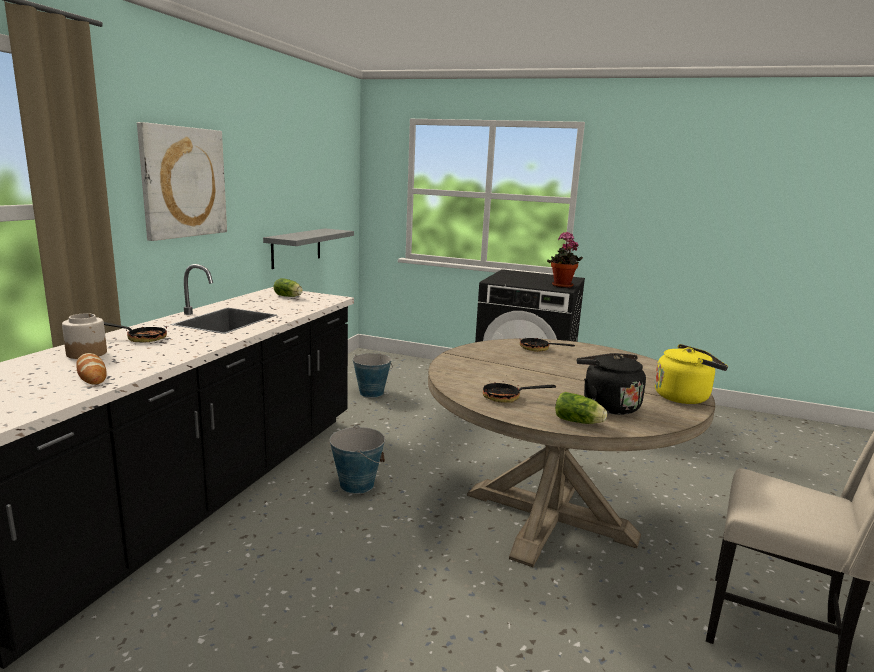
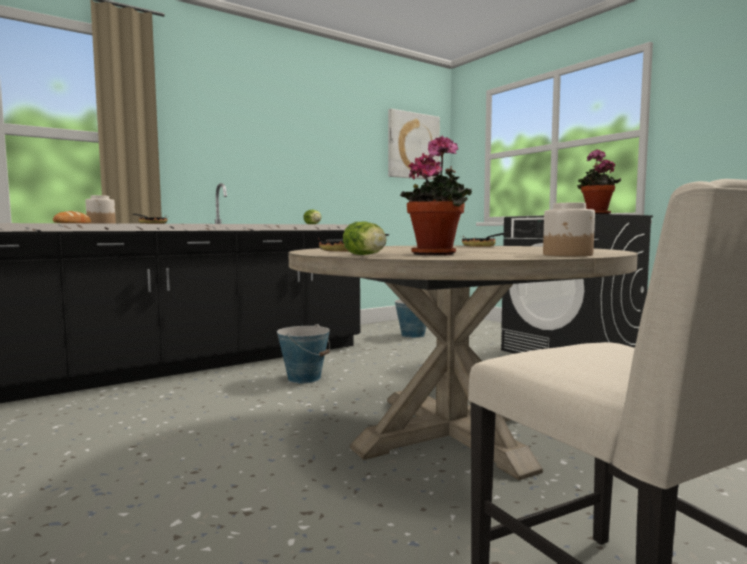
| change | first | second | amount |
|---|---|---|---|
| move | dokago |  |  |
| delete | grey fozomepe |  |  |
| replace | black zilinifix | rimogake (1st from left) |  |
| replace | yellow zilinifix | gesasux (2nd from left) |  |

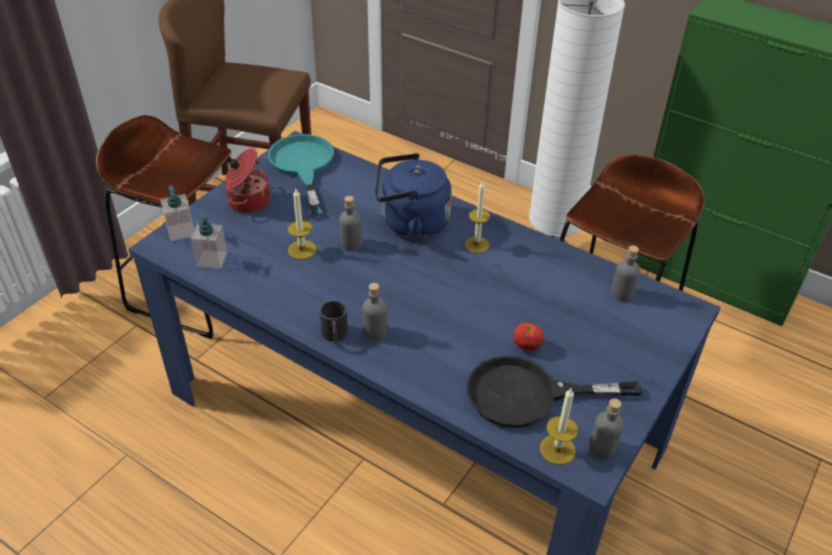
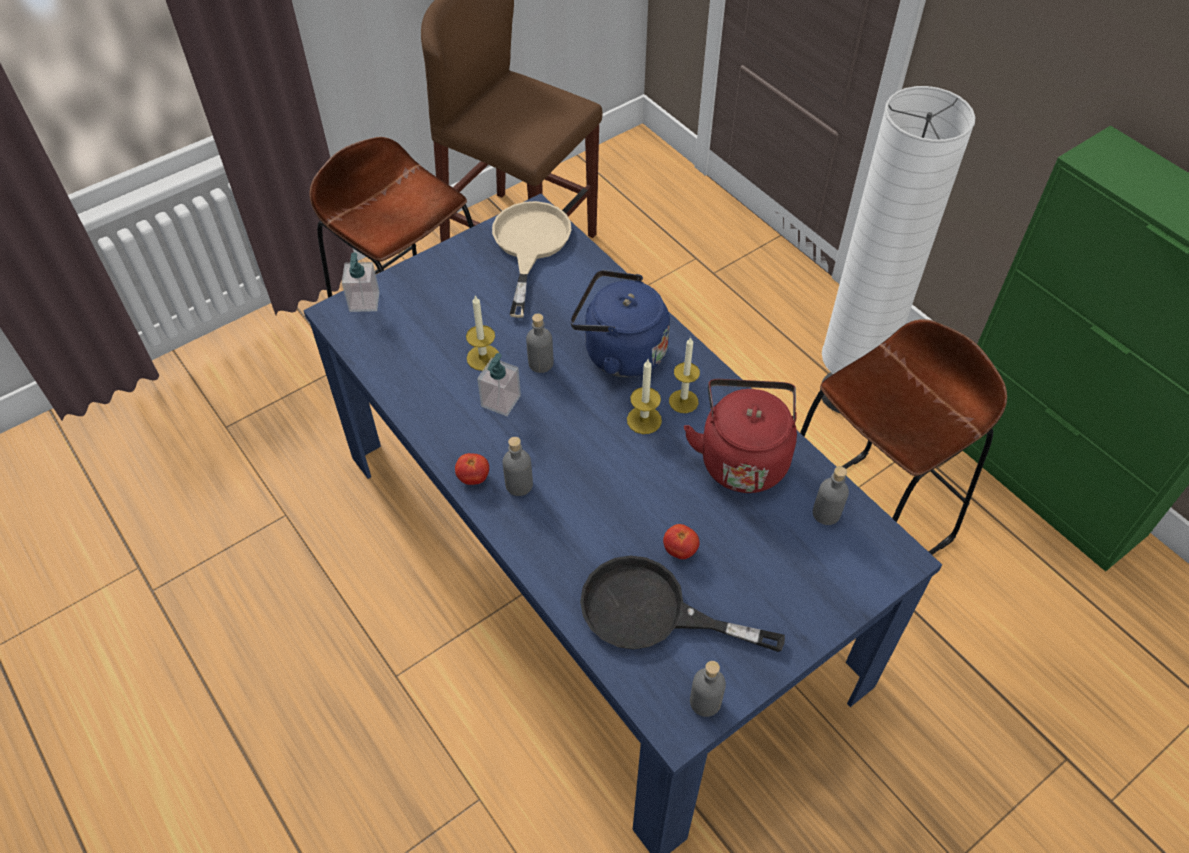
| change | first | second | amount |
|---|---|---|---|
| move | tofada (2nd from left) |  |  |
| delete | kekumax |  |  |
| recolor | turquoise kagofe | beige kagofe |  |
| replace | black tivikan | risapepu (1st from left) |  |
| move | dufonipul (3rd from left in the first image) | dufonipul (2nd from left) |  |
| insert |  | red zilinifix |  |

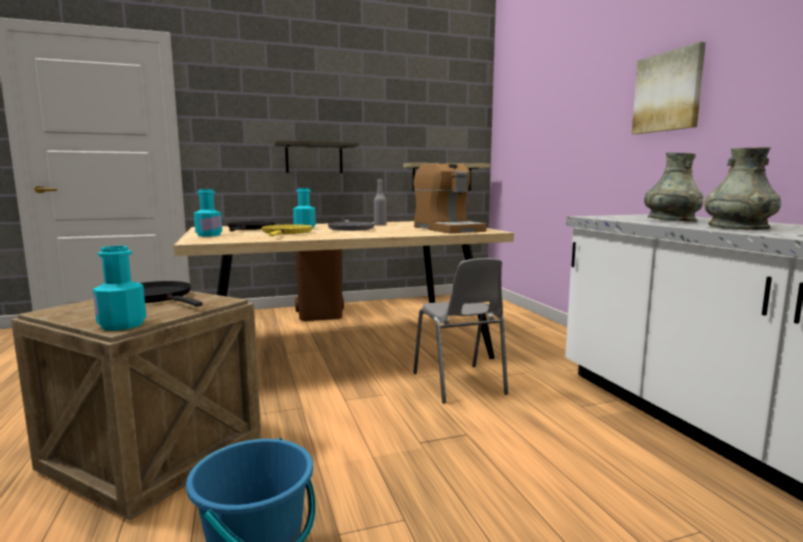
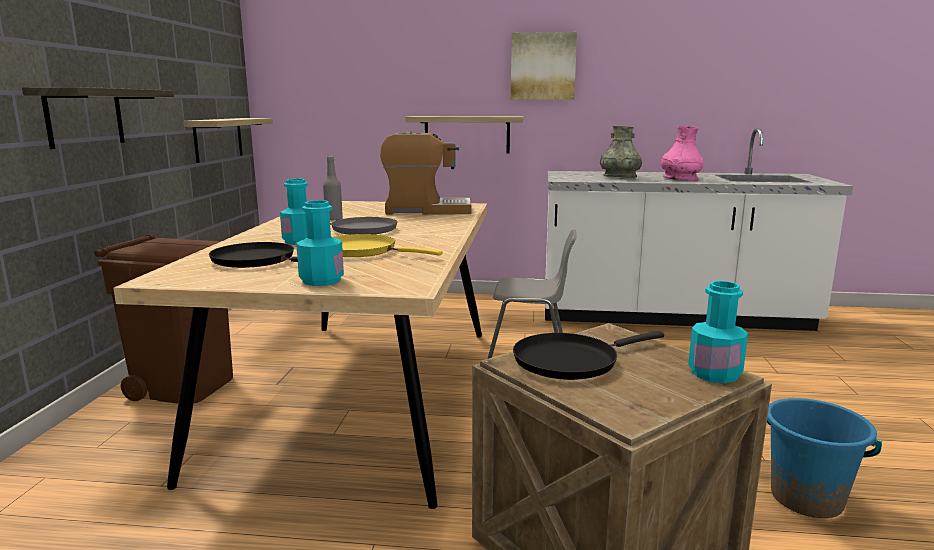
| change | first | second | amount |
|---|---|---|---|
| recolor | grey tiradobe (2nd from left) | pink tiradobe |  |
| insert |  | fozomepe (3rd from left) |  |

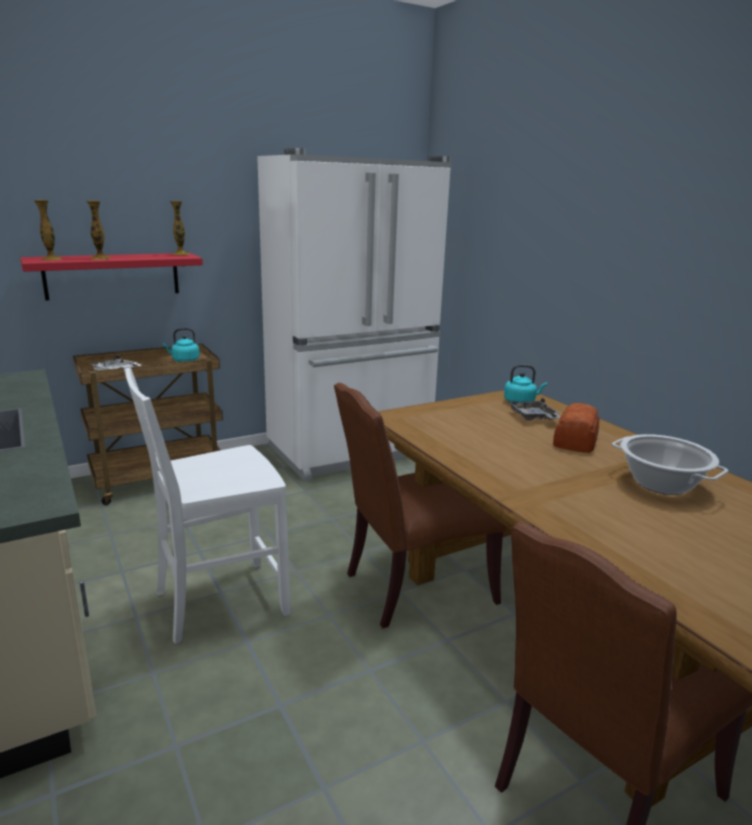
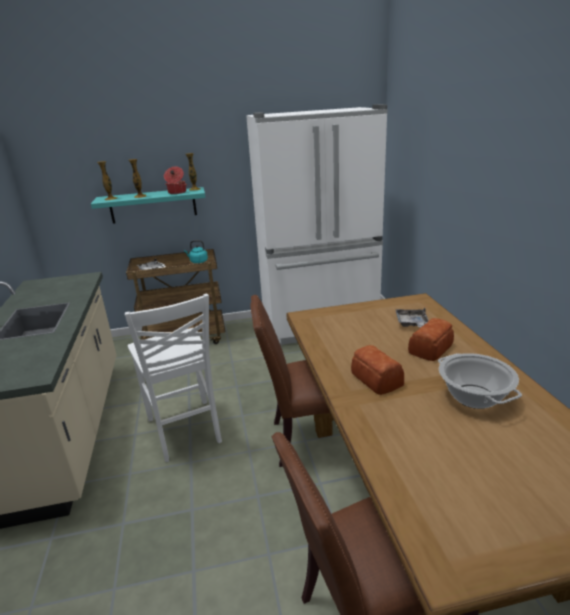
| change | first | second | amount |
|---|---|---|---|
| recolor | red fozomepe | turquoise fozomepe |  |
| rotate | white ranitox |  | 105 degrees counterclockwise |
| delete | turquoise zilinifix (2nd from left) |  |  |
| insert |  | kekumax (1st from left) |  |
| insert |  | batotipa (1st from left) |  |

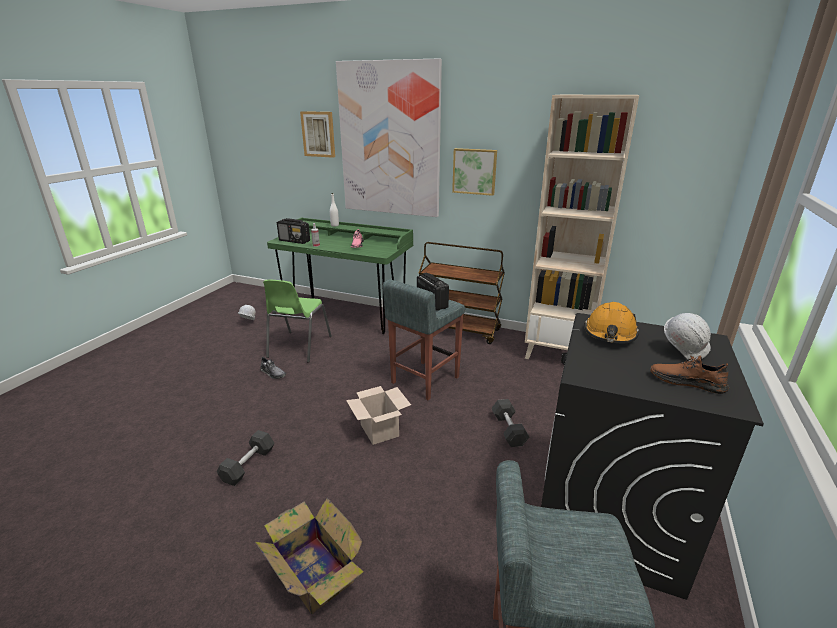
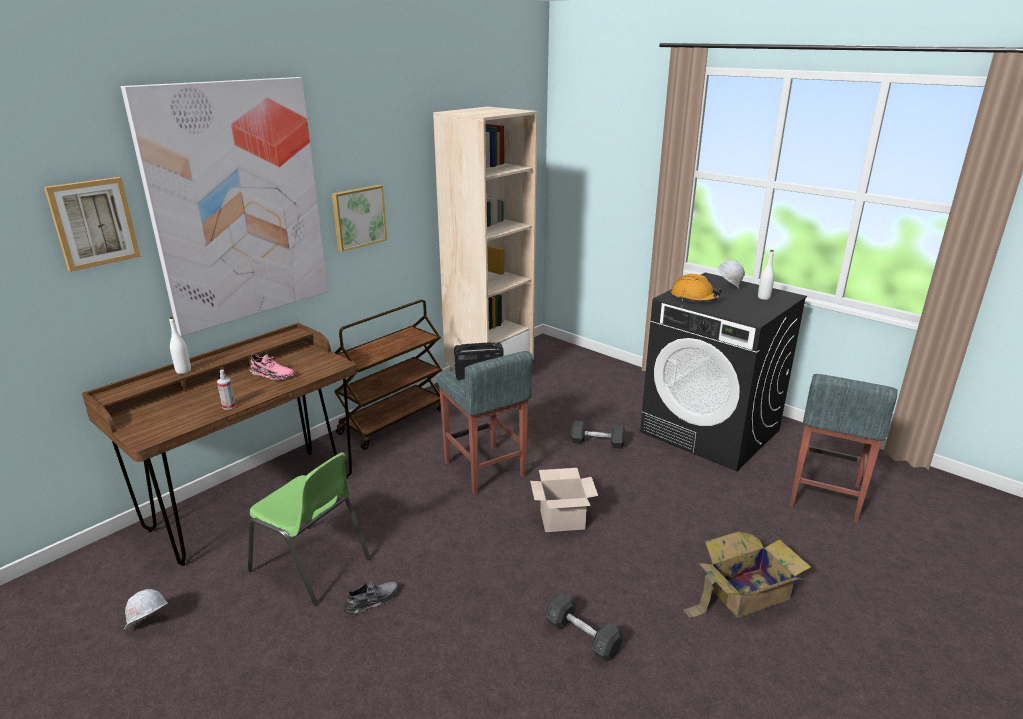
| change | first | second | amount |
|---|---|---|---|
| recolor | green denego | brown denego |  |
| delete | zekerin (1st from left) |  |  |
| replace | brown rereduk | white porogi (2nd from left) |  |

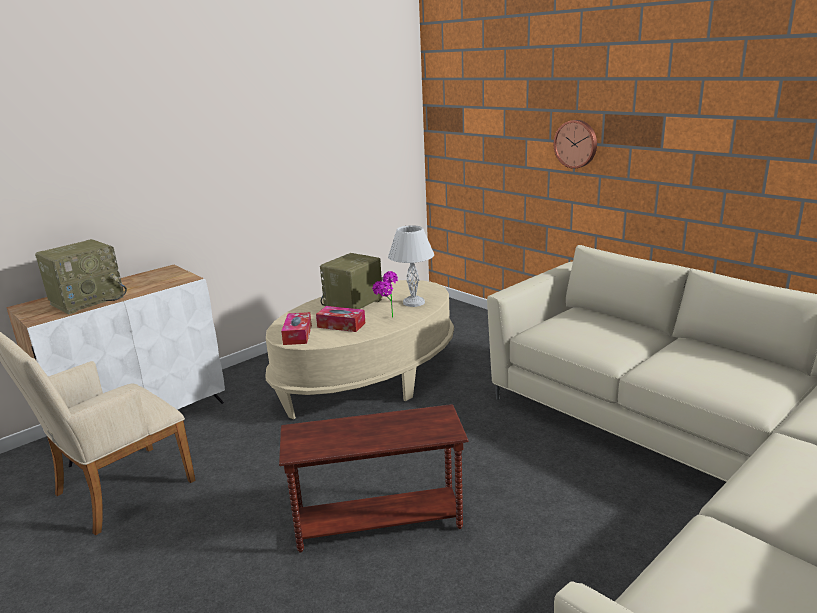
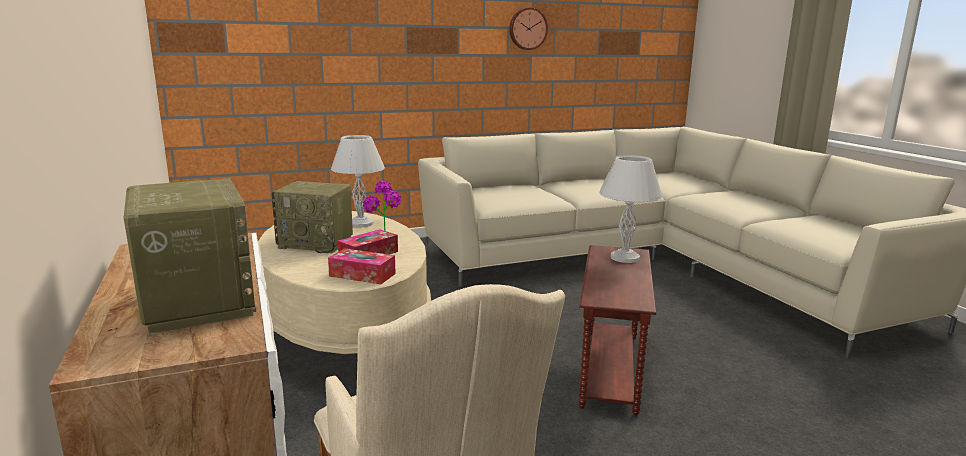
| change | first | second | amount |
|---|---|---|---|
| rotate | zekerin (2nd from left) |  | 45 degrees counterclockwise |
| move | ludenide |  |  |
| insert |  | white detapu (2nd from left) |  |

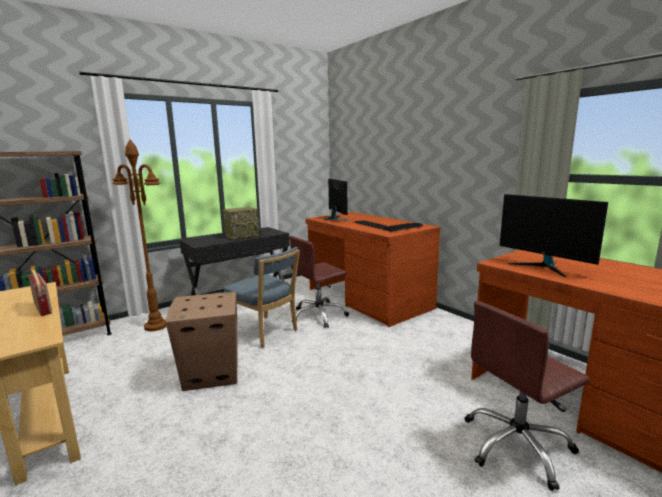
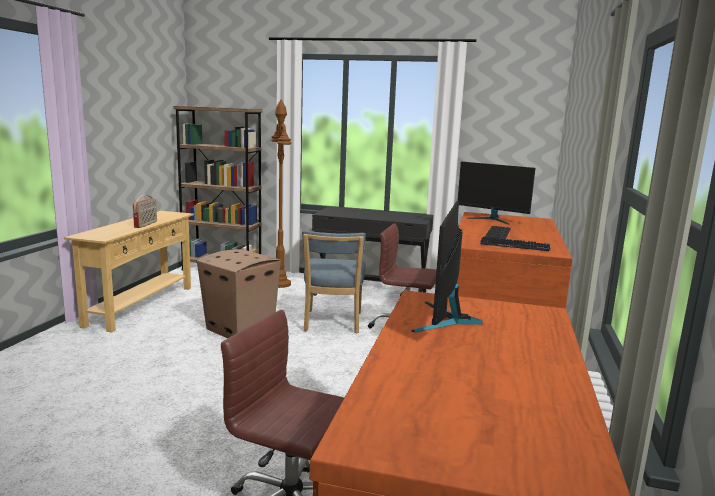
| change | first | second | amount |
|---|---|---|---|
| delete | zekerin (2nd from left) |  |  |
| rotate | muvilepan (1st from left in the first image) | muvilepan (2nd from left) | 90 degrees clockwise |

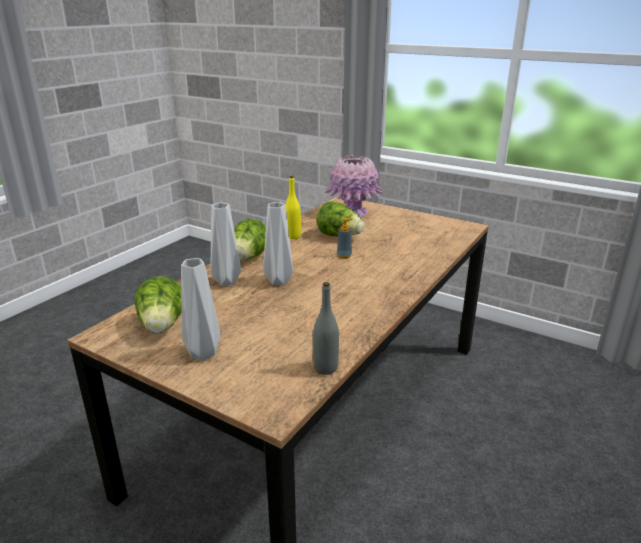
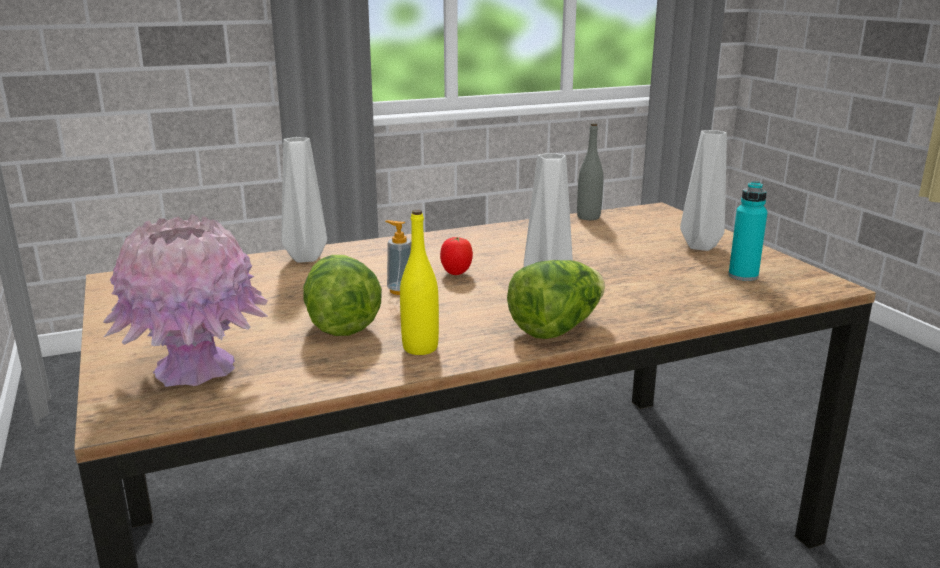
| change | first | second | amount |
|---|---|---|---|
| replace | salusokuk (1st from left) | turquoise porogi |  |
| move | grey tiradobe (2nd from left in the first image) | grey tiradobe (1st from left) |  |
| insert |  | risapepu |  |

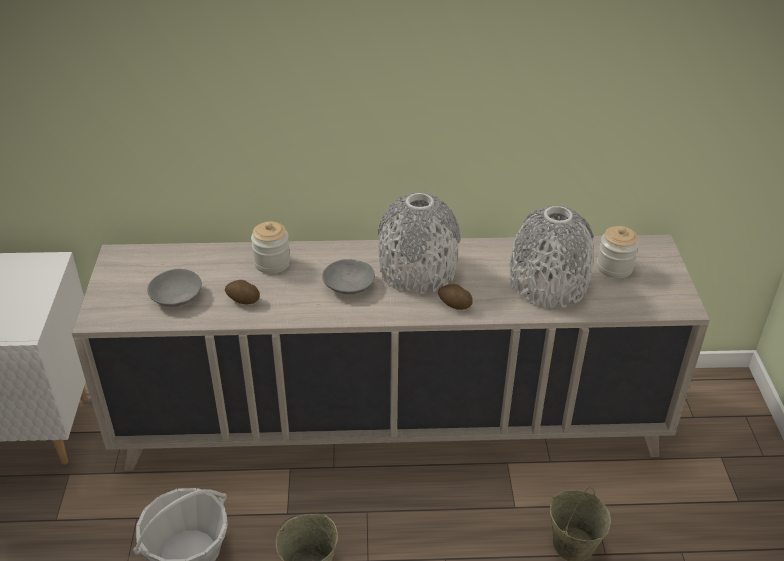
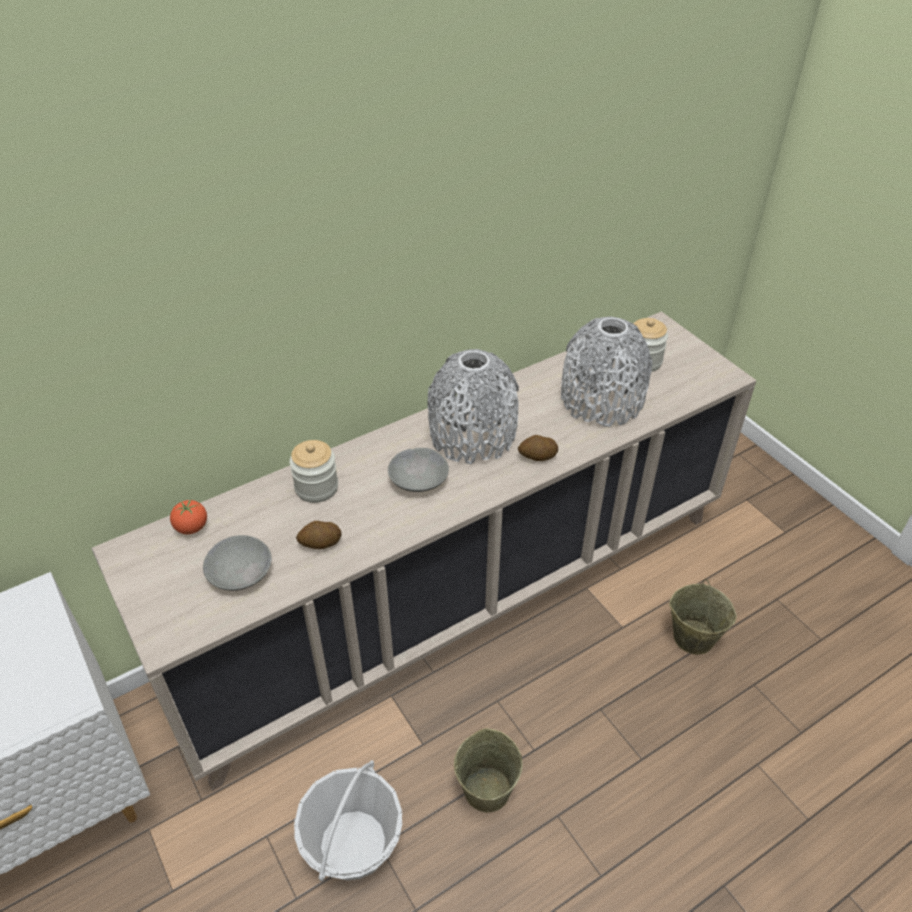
| change | first | second | amount |
|---|---|---|---|
| insert |  | risapepu |  |

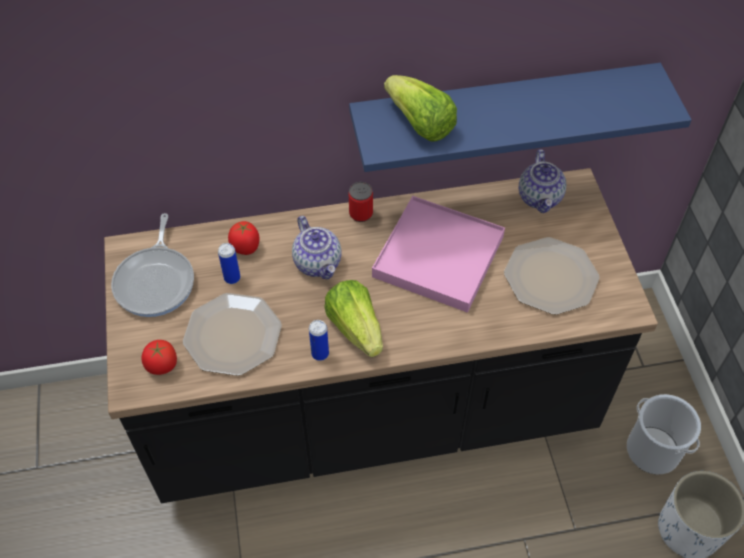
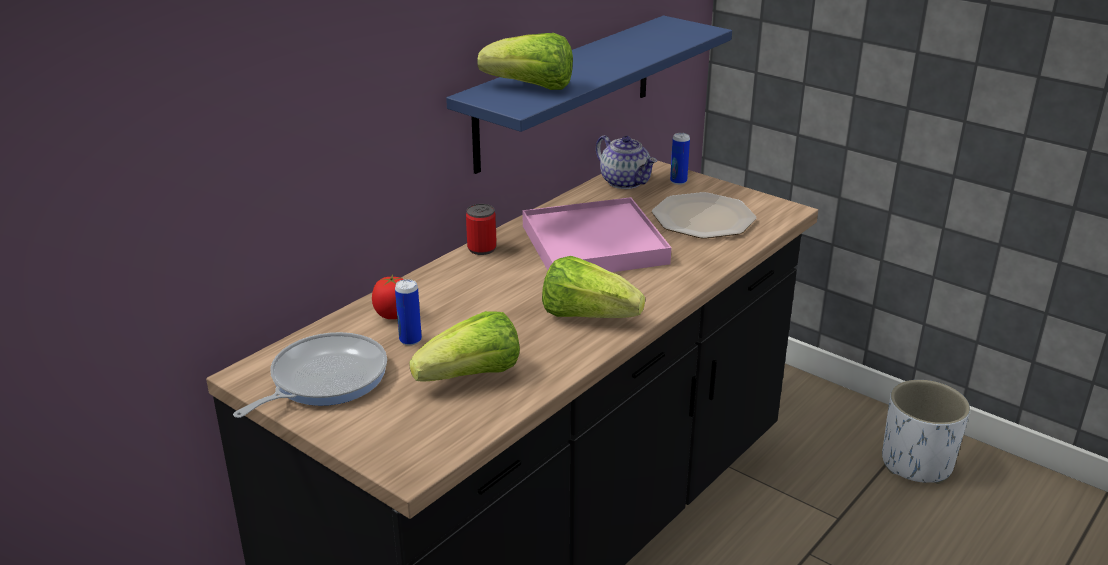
| change | first | second | amount |
|---|---|---|---|
| rotate | kagofe |  | 105 degrees counterclockwise |
| delete | risapepu (1st from left) |  |  |
| replace | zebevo (1st from left) | salusokuk (1st from left) |  |
| delete | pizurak (1st from left) |  |  |
| move | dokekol (2nd from left in the first image) | dokekol (3rd from left) |  |
| delete | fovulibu |  |  |

